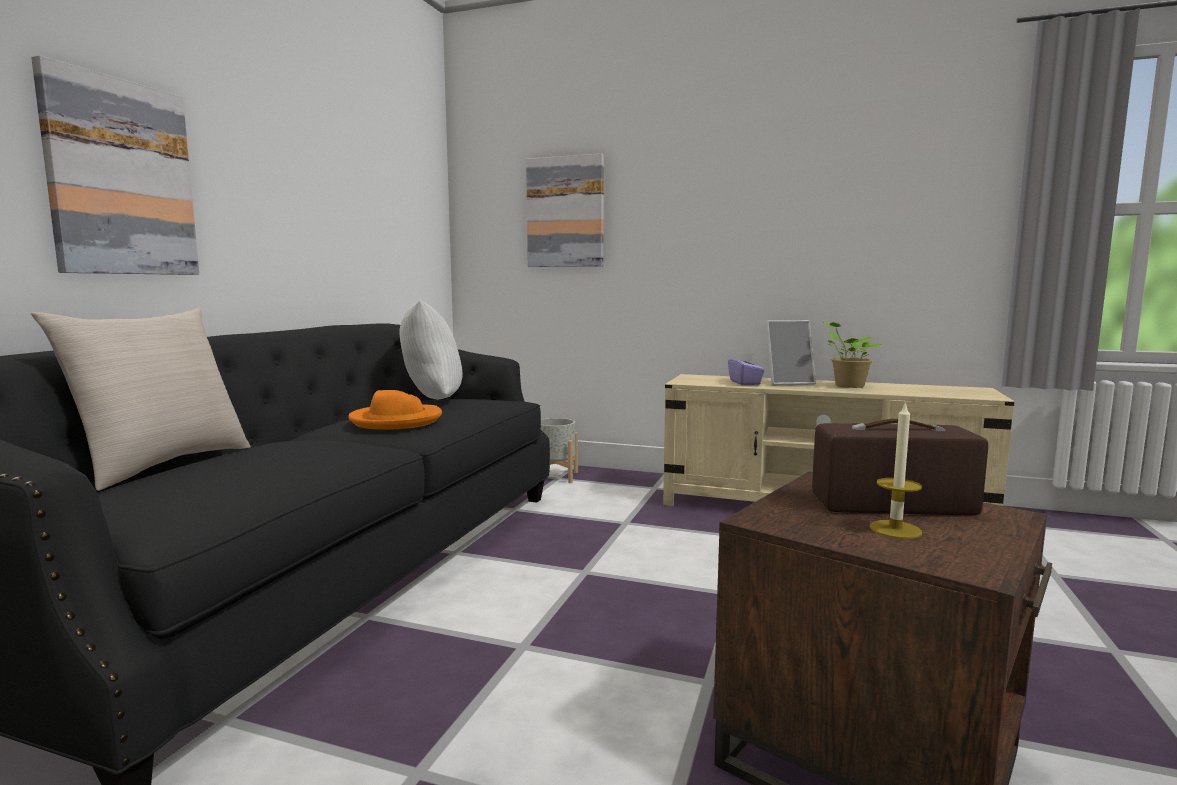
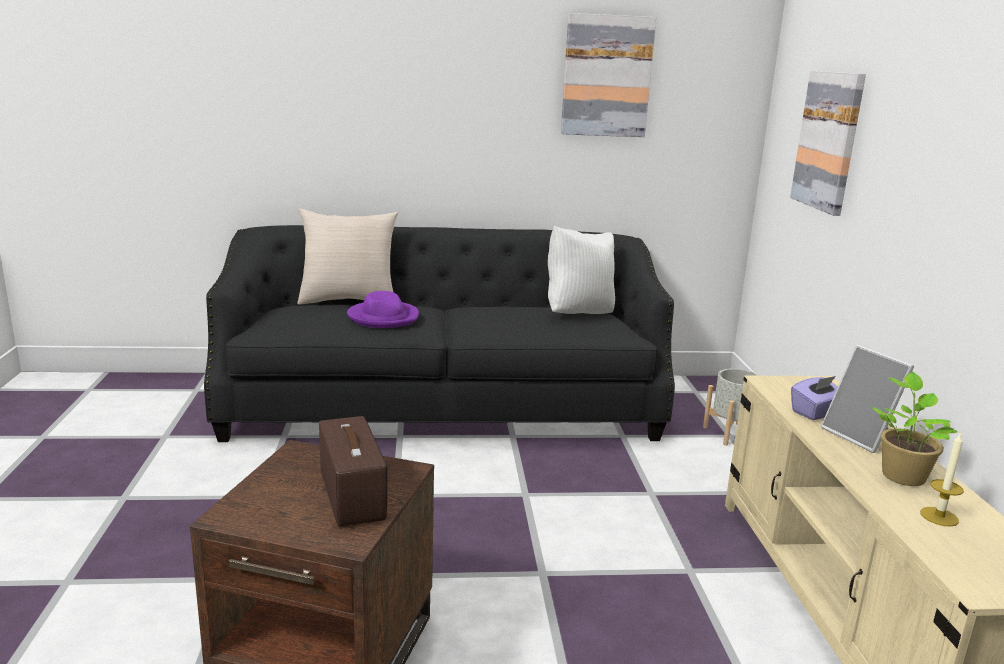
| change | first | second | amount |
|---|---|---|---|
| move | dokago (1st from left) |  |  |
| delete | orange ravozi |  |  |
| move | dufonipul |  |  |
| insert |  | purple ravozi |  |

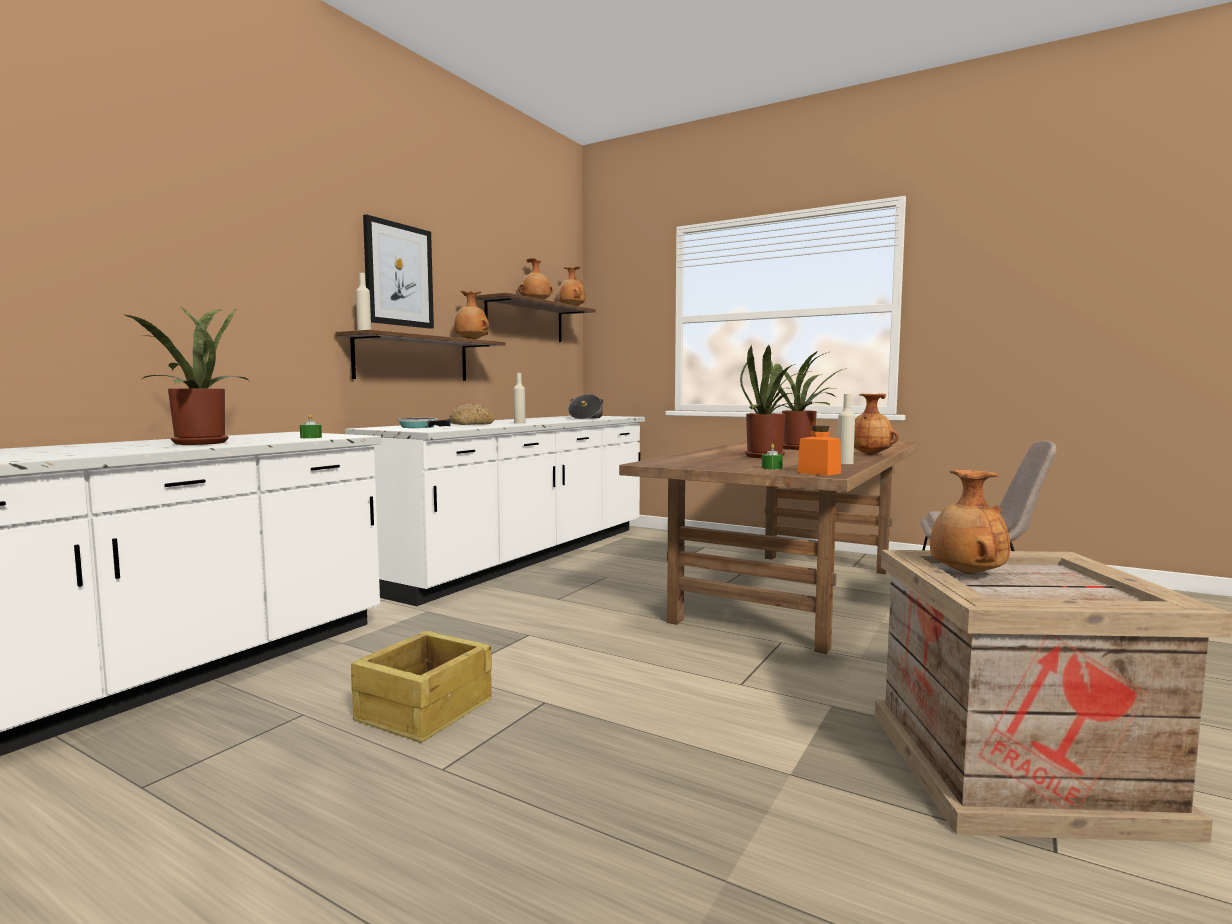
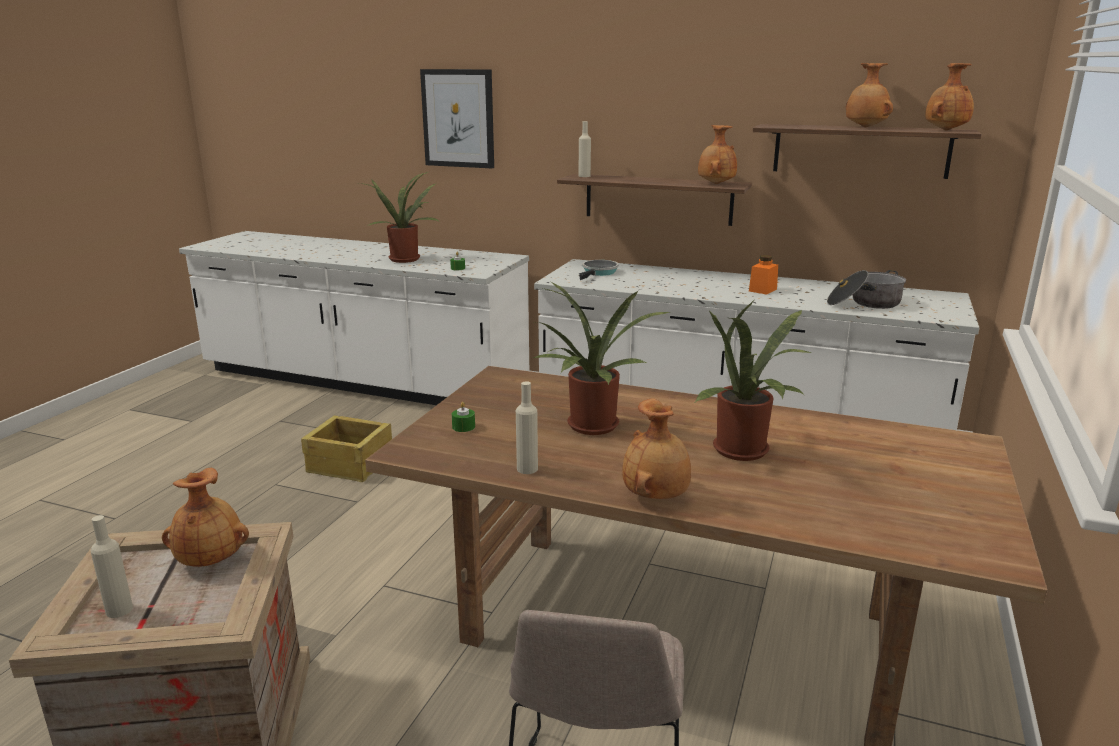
| change | first | second | amount |
|---|---|---|---|
| move | dokago |  |  |
| delete | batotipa |  |  |
| move | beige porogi (2nd from left in the first image) | beige porogi (1st from left) |  |
| move | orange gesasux |  |  |

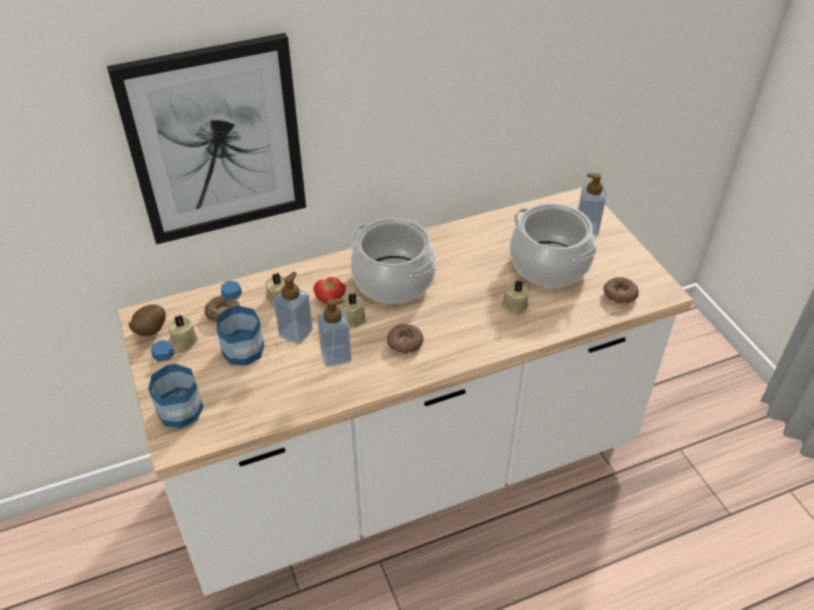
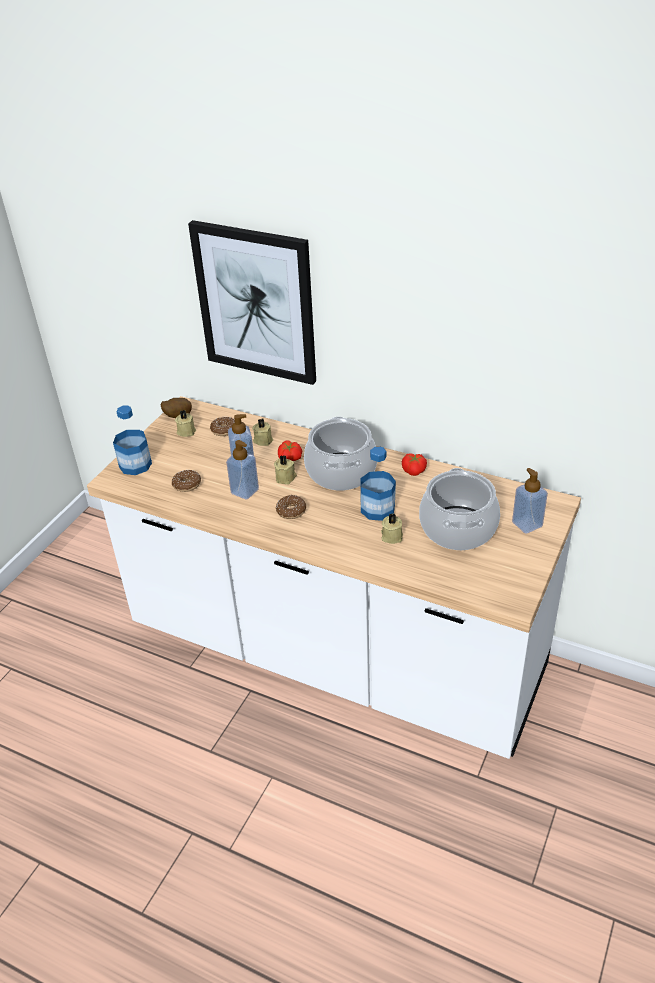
| change | first | second | amount |
|---|---|---|---|
| move | porogi (2nd from left) |  |  |
| move | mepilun (3rd from left in the first image) | mepilun (1st from left) |  |
| insert |  | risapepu (2nd from left) |  |

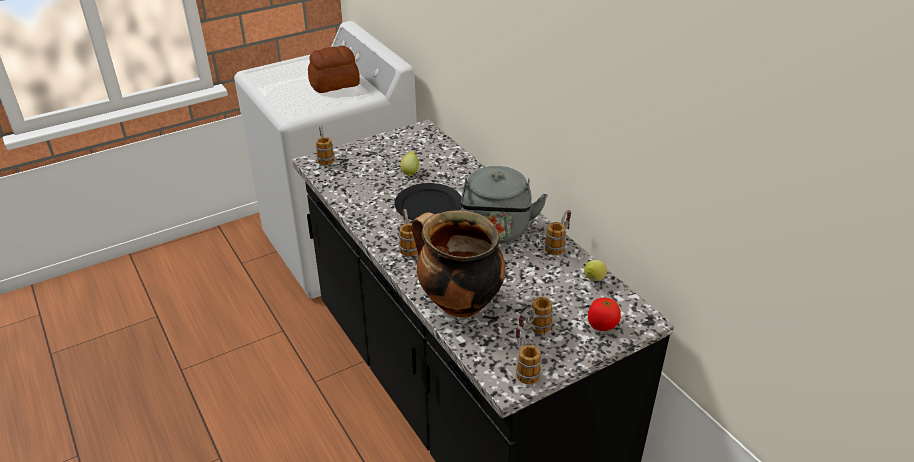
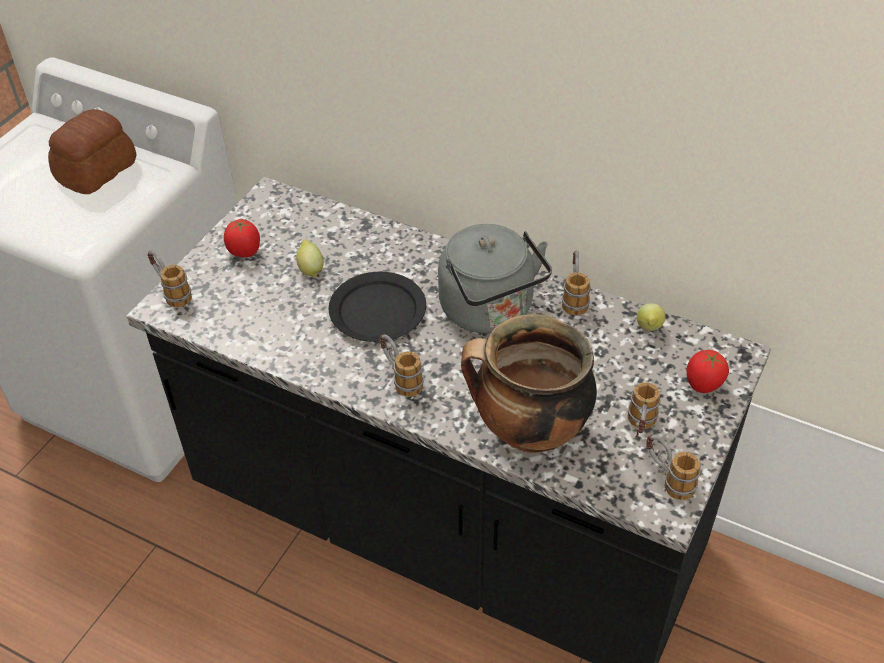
| change | first | second | amount |
|---|---|---|---|
| insert |  | risapepu (1st from left) |  |

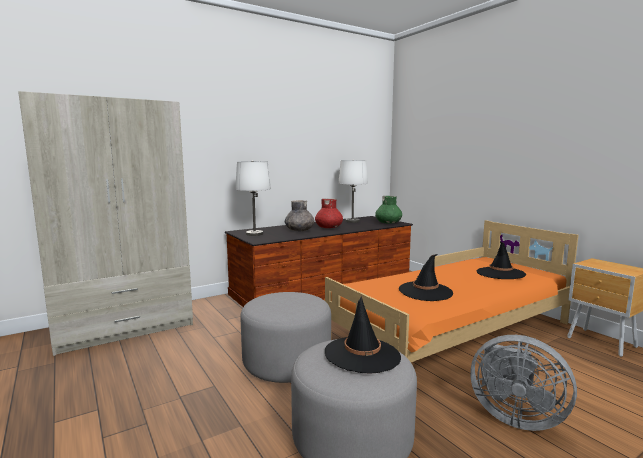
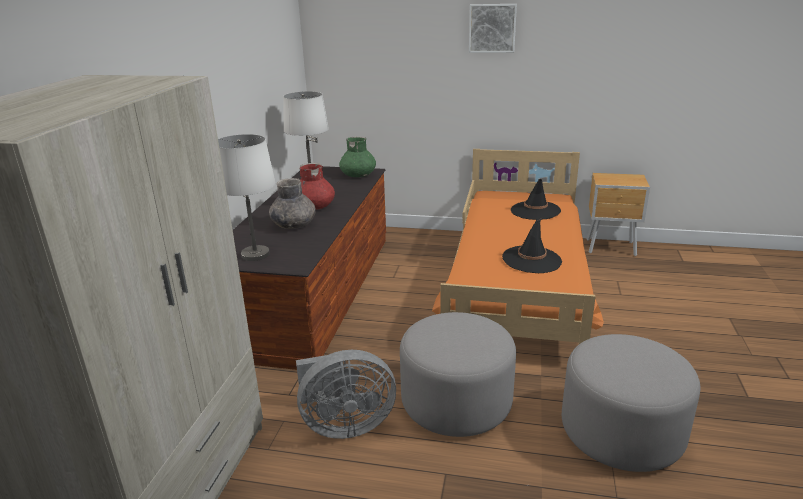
| change | first | second | amount |
|---|---|---|---|
| delete | black ravozi (1st from left) |  |  |
| move | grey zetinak |  |  |
| insert |  | dokago |  |

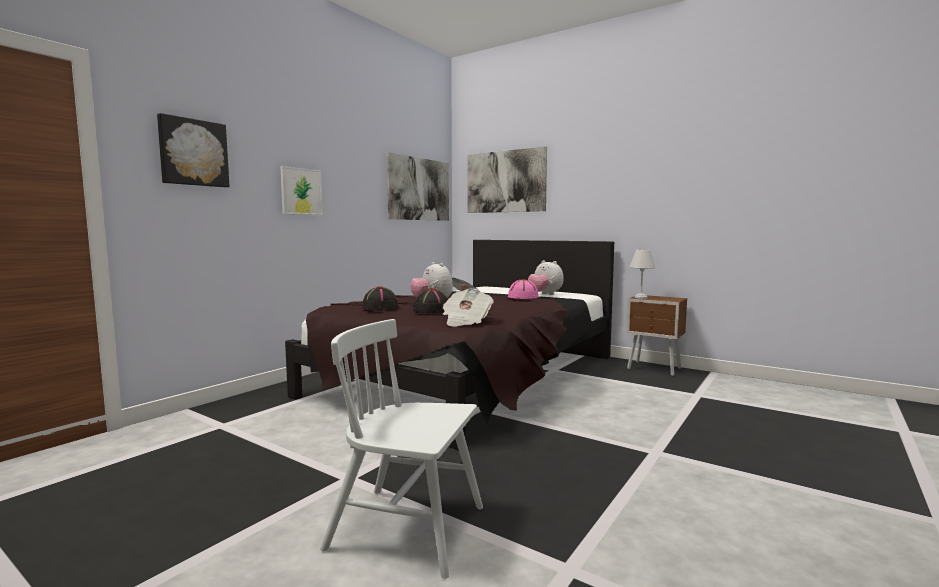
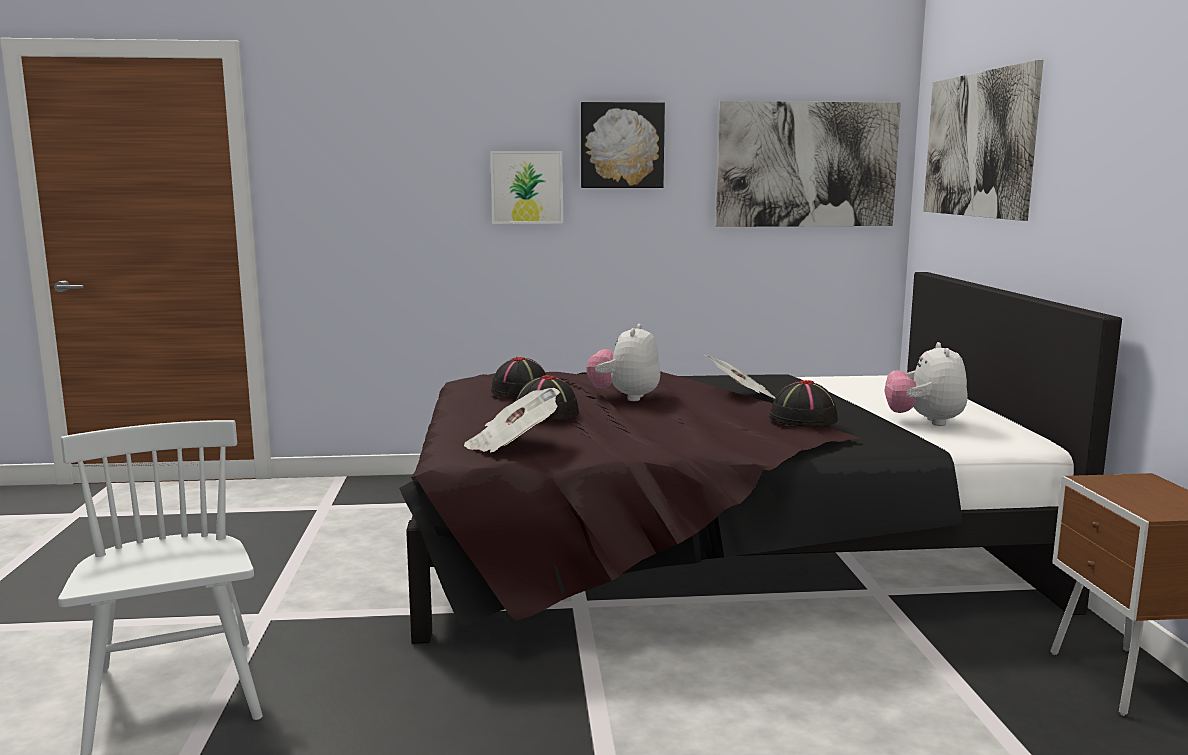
| change | first | second | amount |
|---|---|---|---|
| move | dokago (1st from left in the first image) | dokago (2nd from left) |  |
| recolor | pink ravozi | black ravozi (3rd from left) |  |
| delete | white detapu |  |  |

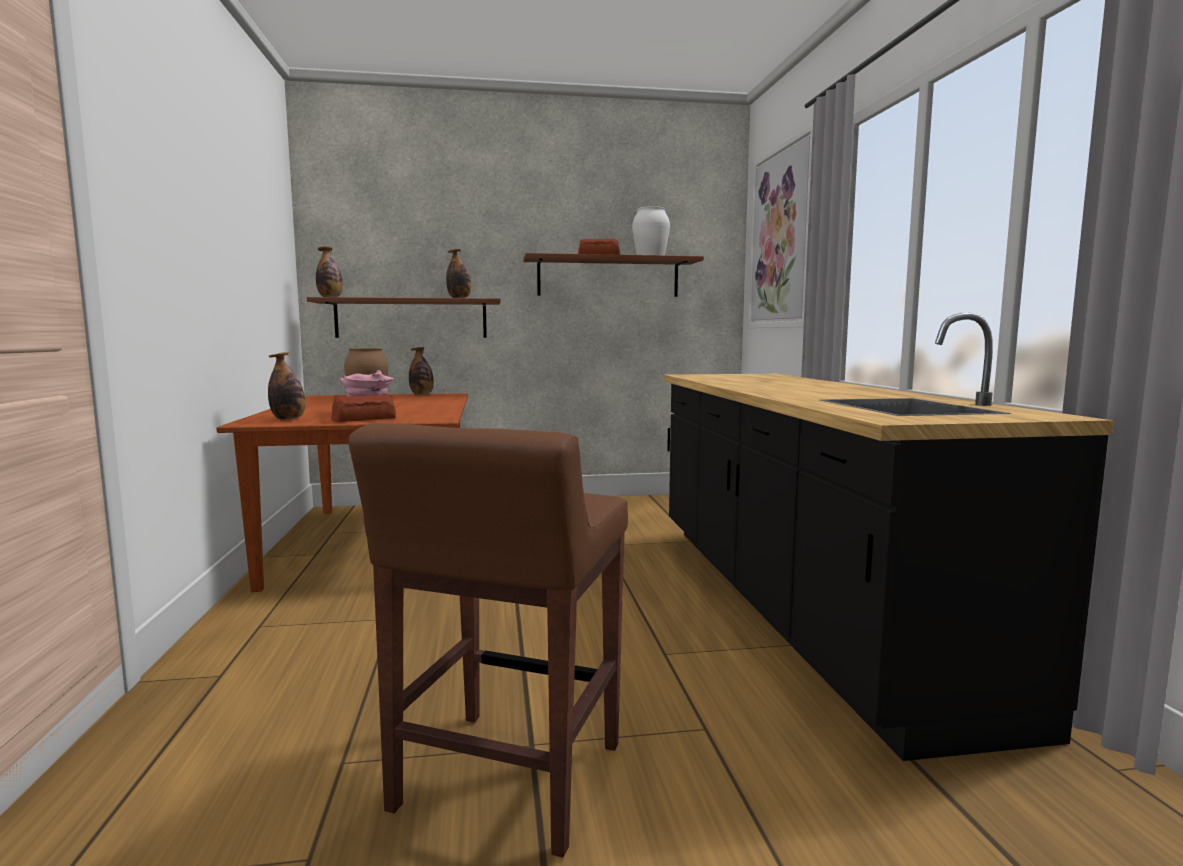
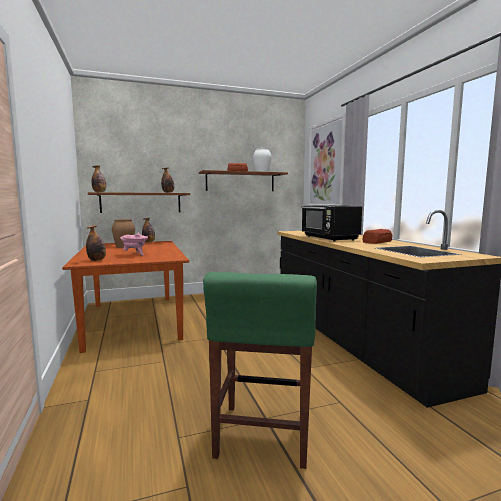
| change | first | second | amount |
|---|---|---|---|
| move | batotipa (1st from left in the first image) | batotipa (2nd from left) |  |
| recolor | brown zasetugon | green zasetugon |  |
| insert |  | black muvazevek |  |

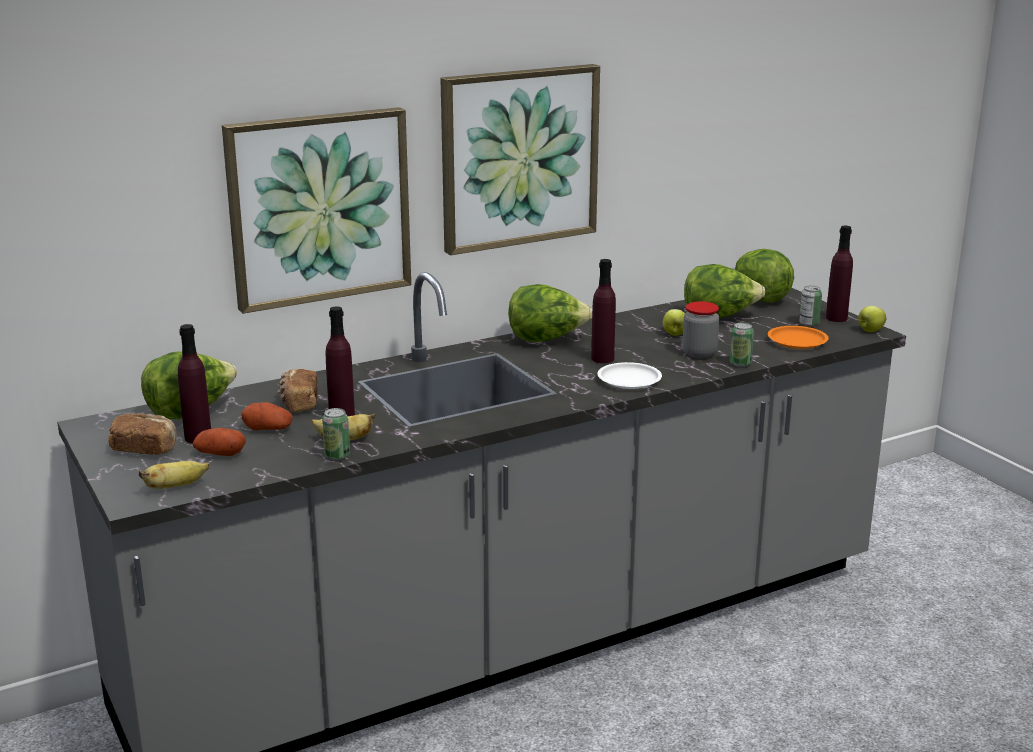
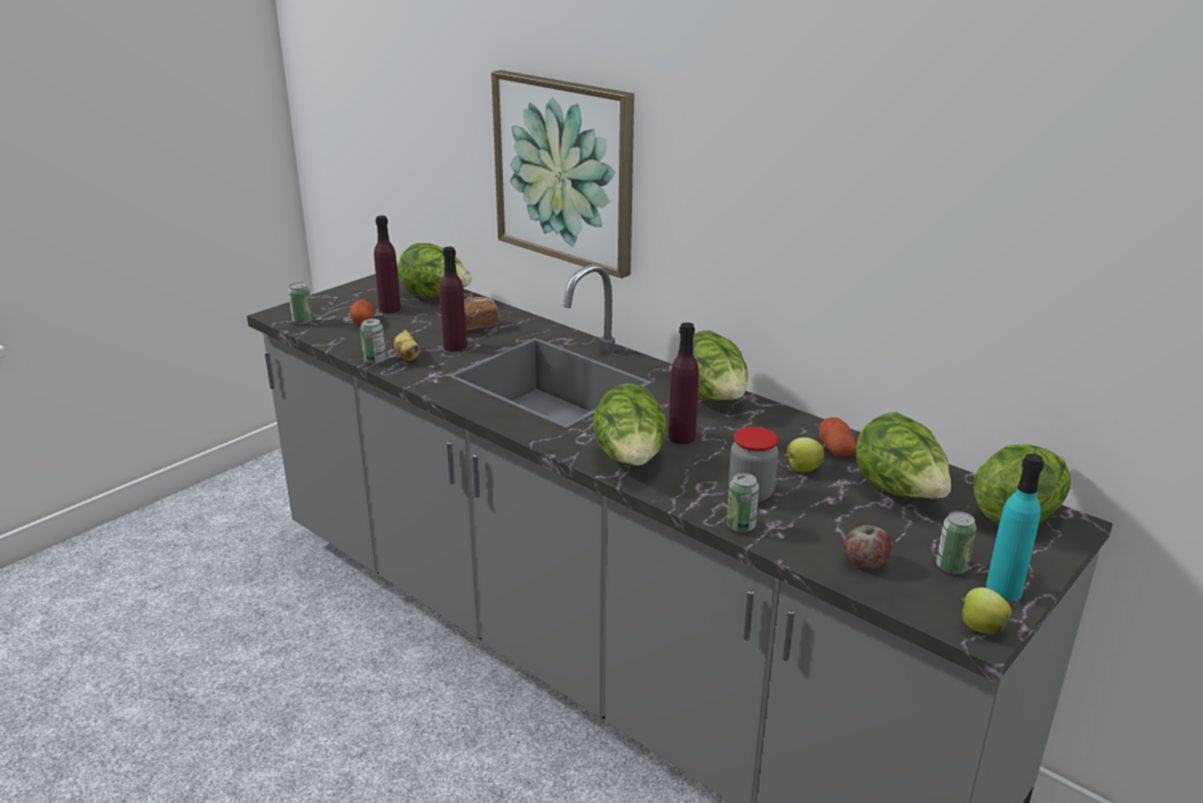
| change | first | second | amount |
|---|---|---|---|
| delete | batotipa (1st from left) |  |  |
| replace | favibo (1st from left) | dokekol (1st from left) |  |
| move | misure (2nd from left) |  |  |
| delete | dokago (2nd from left) |  |  |
| replace | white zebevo | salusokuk (2nd from left) |  |
| replace | orange zebevo | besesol (2nd from left) |  |
| recolor | purple porogi (4th from left) | turquoise porogi |  |

